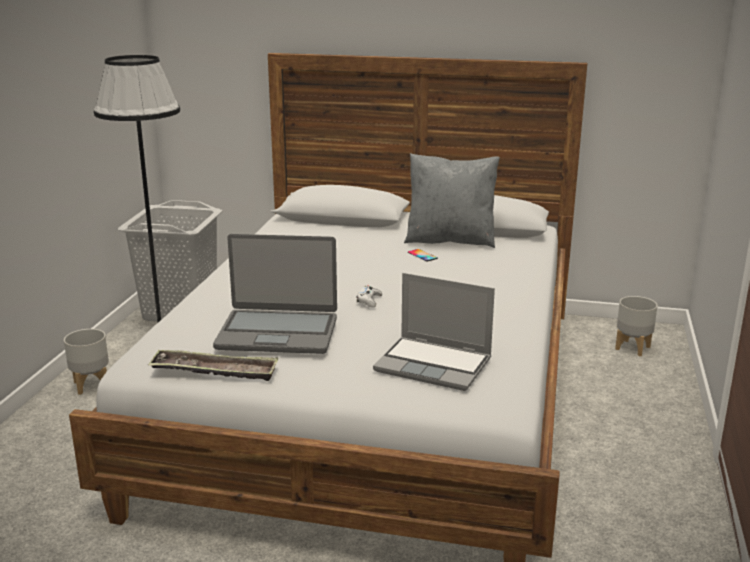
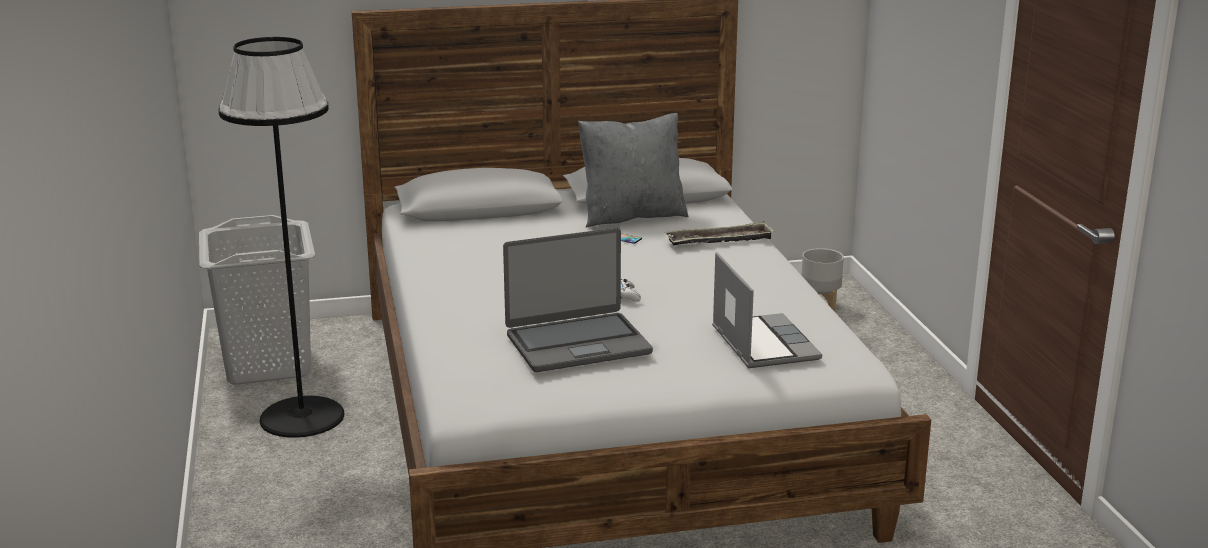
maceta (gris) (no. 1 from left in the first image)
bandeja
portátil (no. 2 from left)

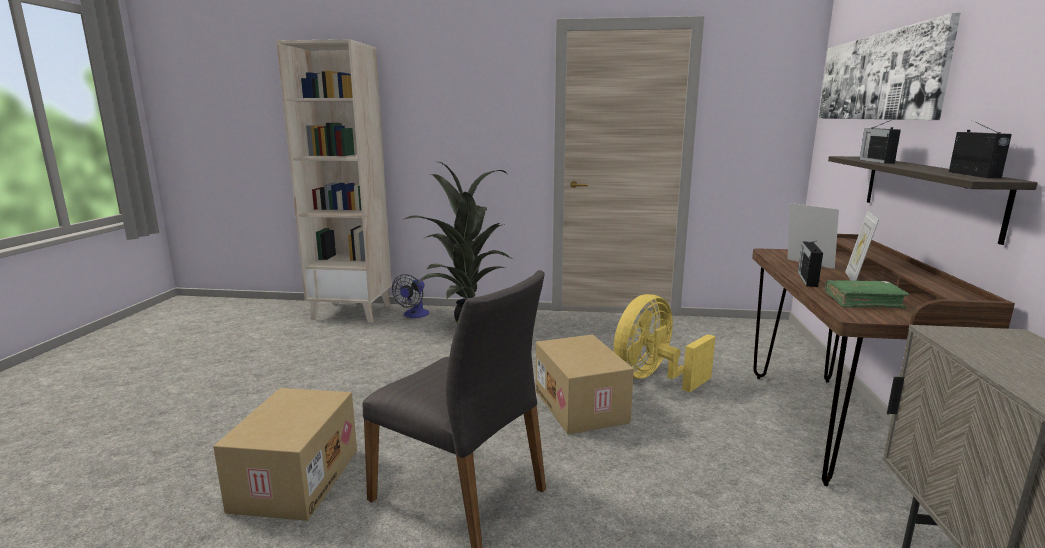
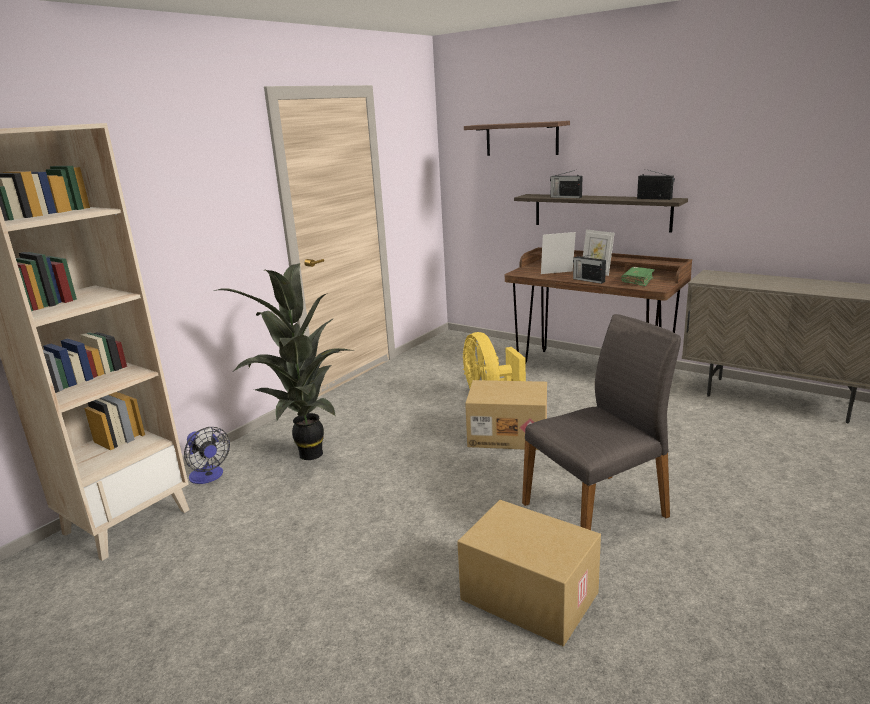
estante (no. 1 from left)

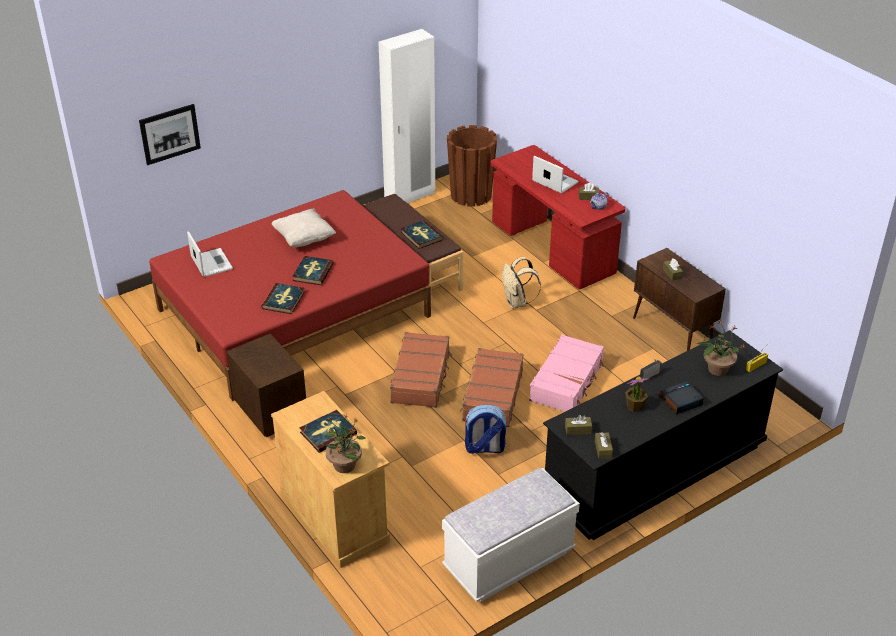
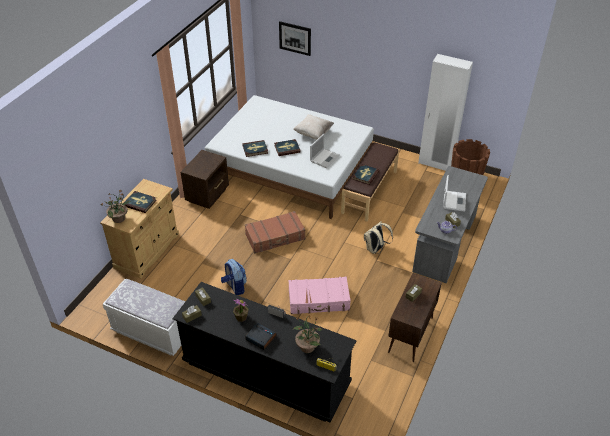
maleta (marrón) (no. 2 from left in the first image)
portátil (no. 1 from left)
cama (blanco)
escritorio (gris)

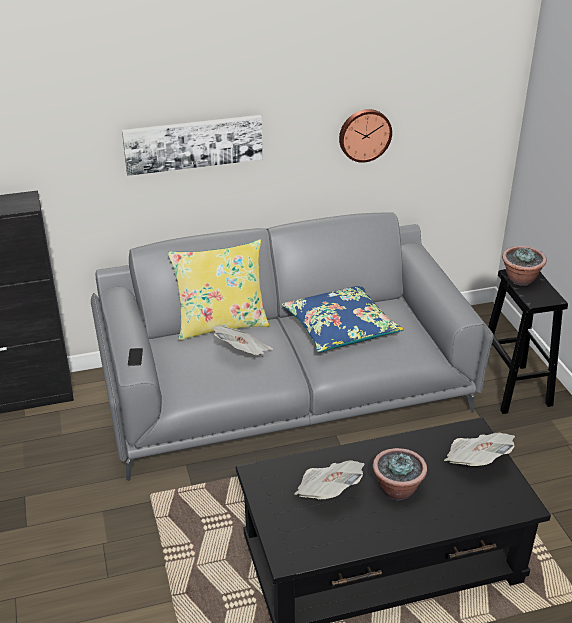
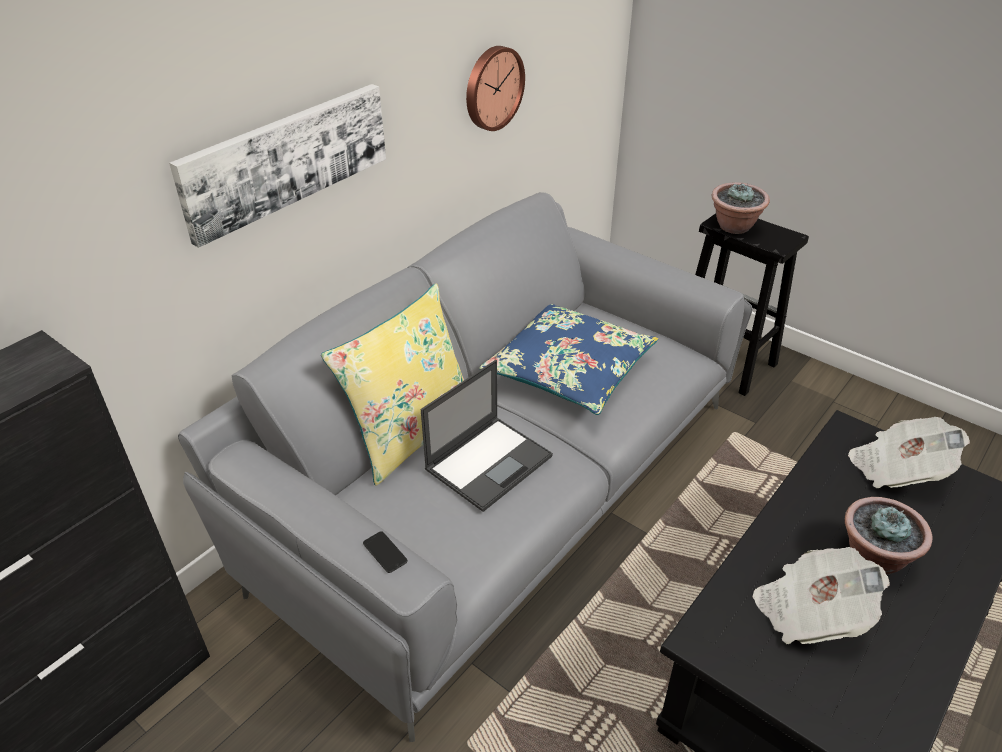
portátil

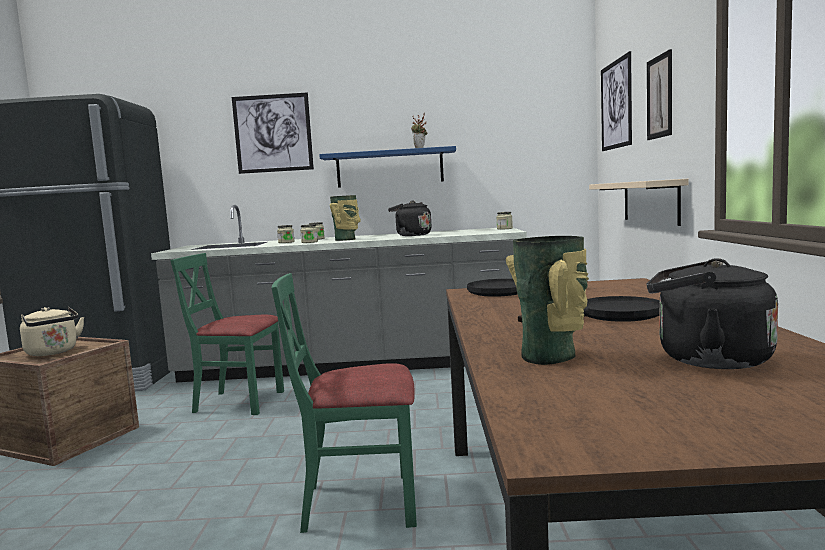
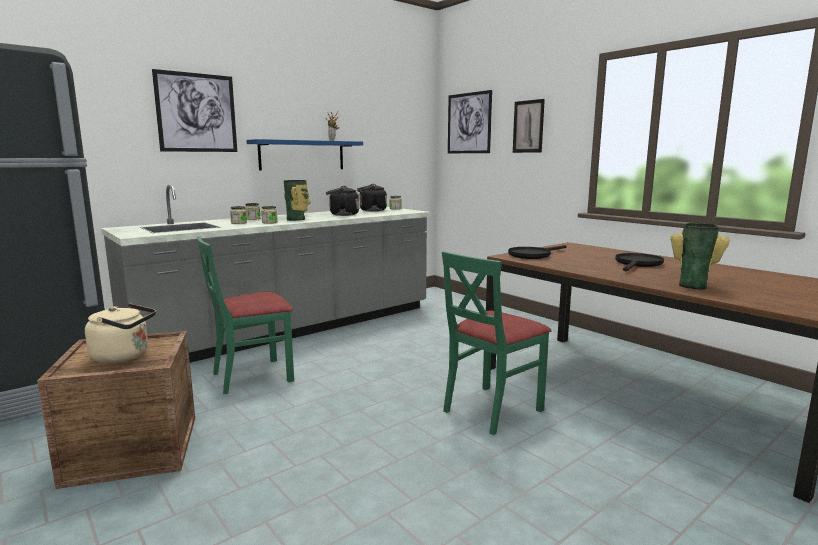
estante (beis)
hervidor (negro) (no. 2 from left)

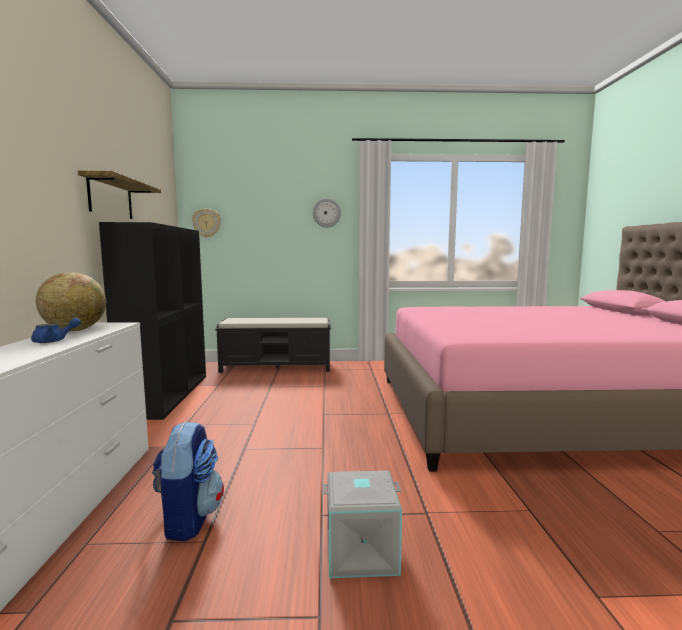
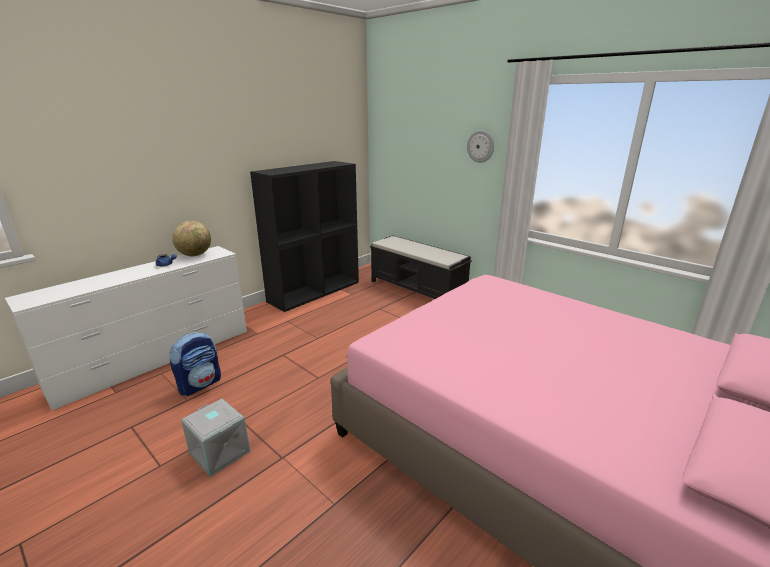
estante
reloj de pared (no. 1 from left in the first image)

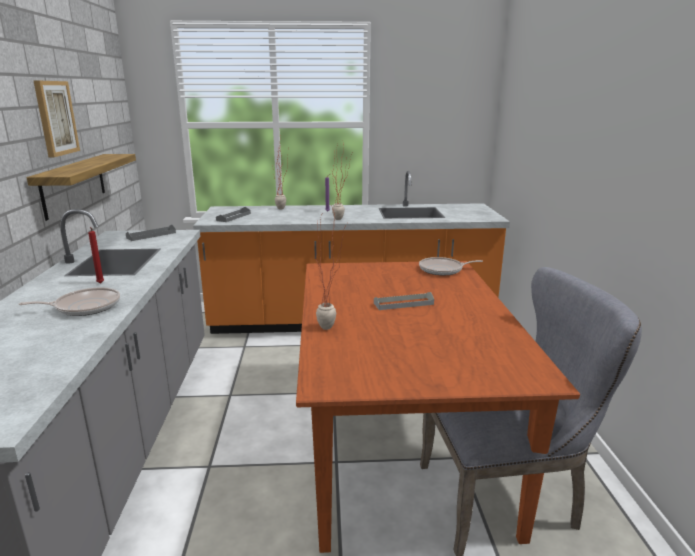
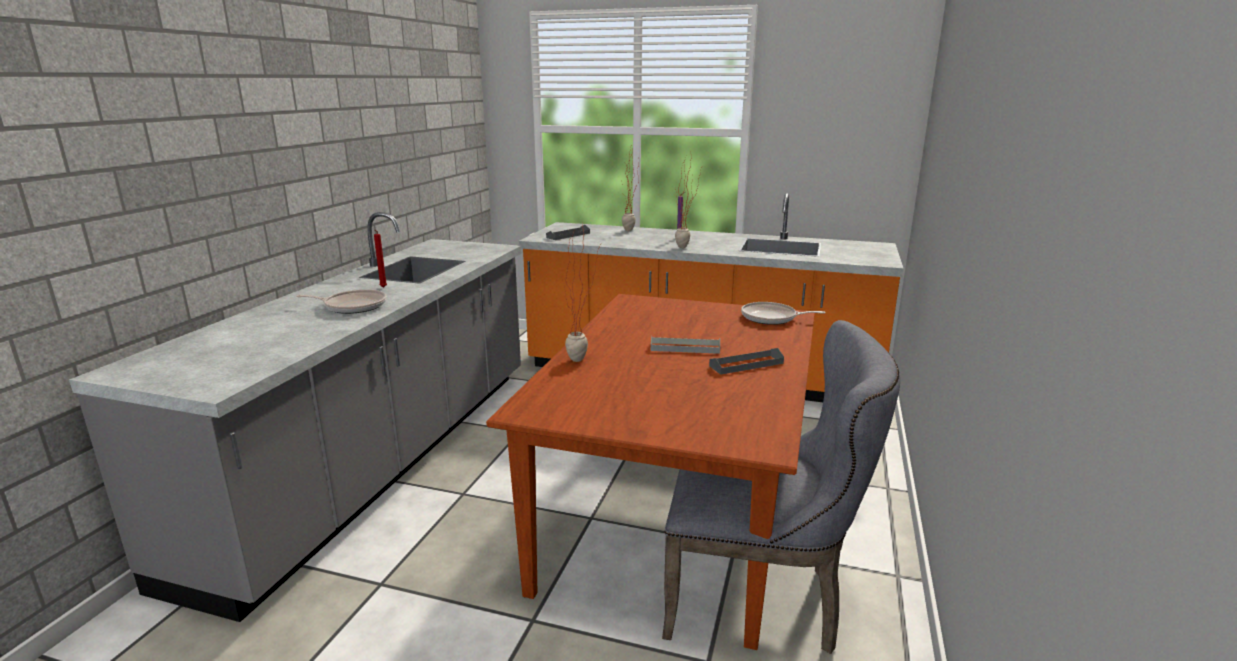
estante
cuadro
bandeja (gris) (no. 3 from left)

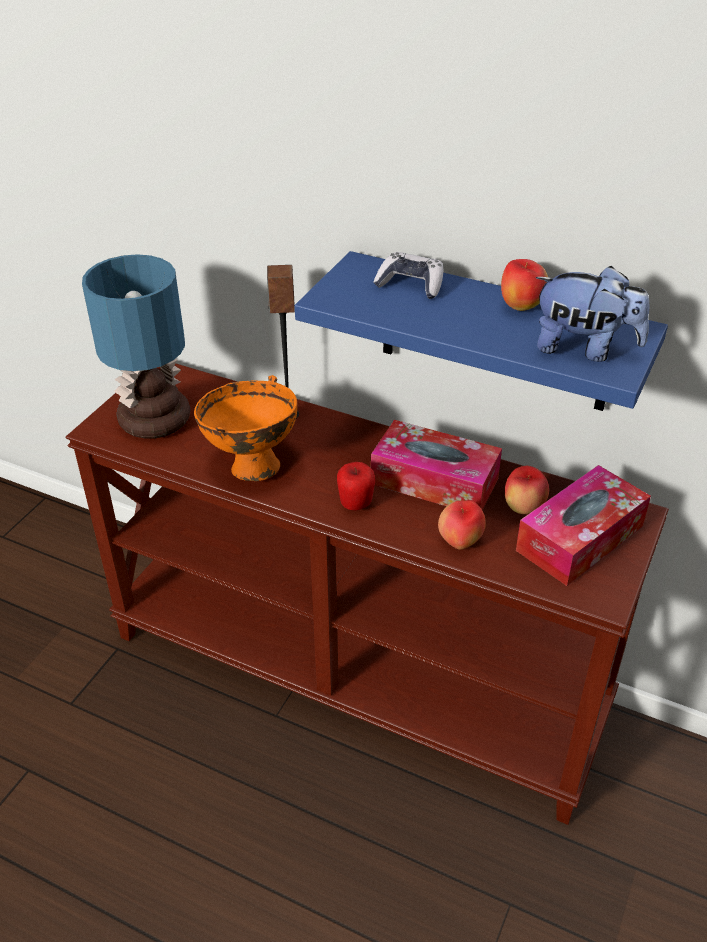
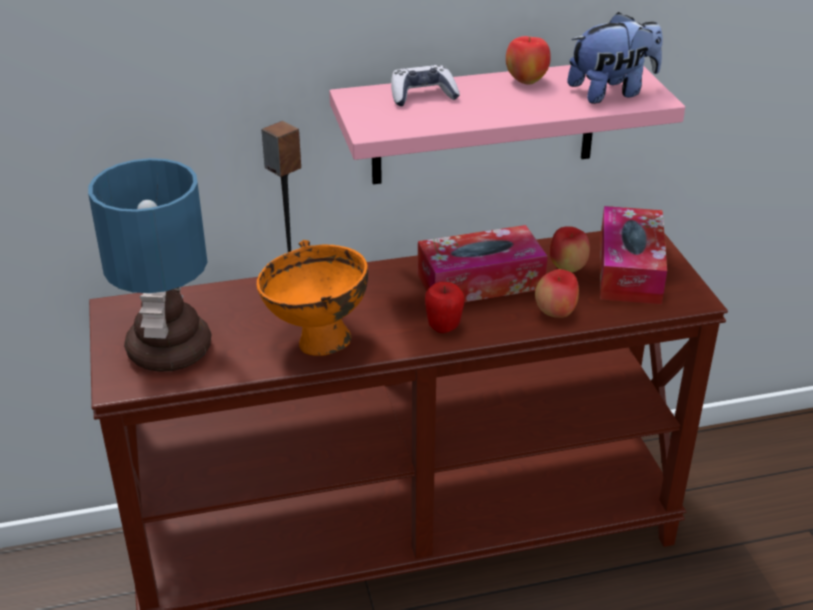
estante (rosa)

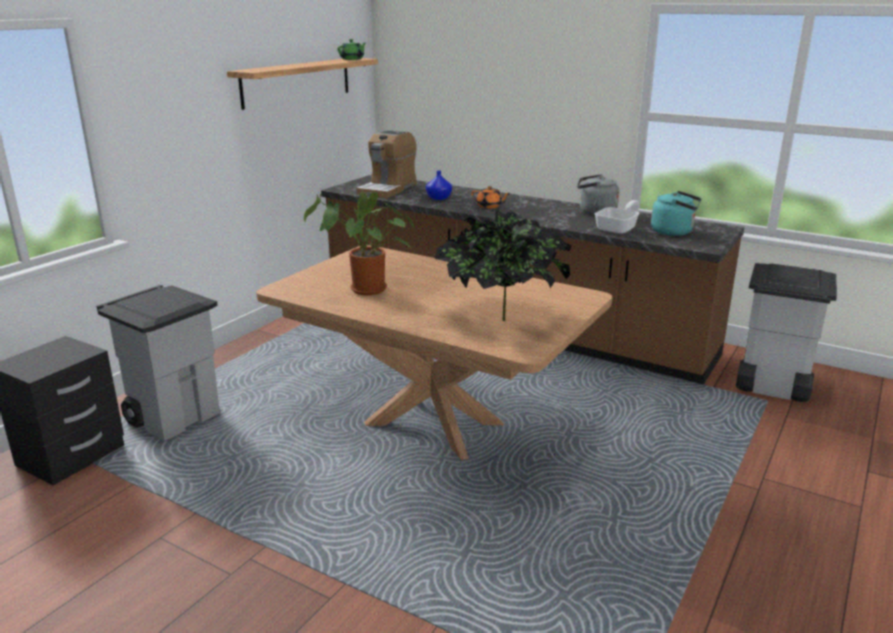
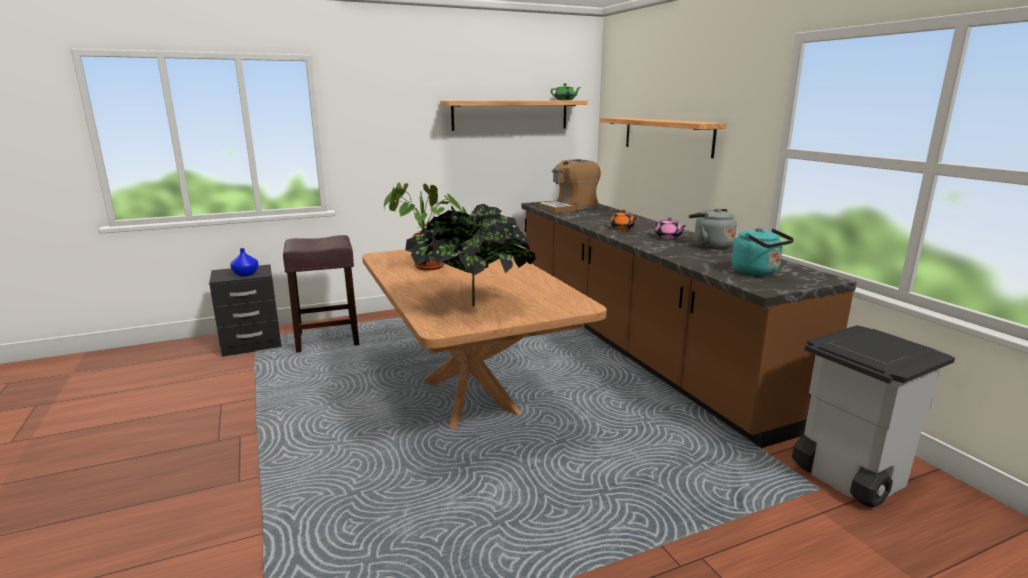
sartén
estante (no. 2 from left)
tetera (rosa)
florero (azul)
taburete (marrón)

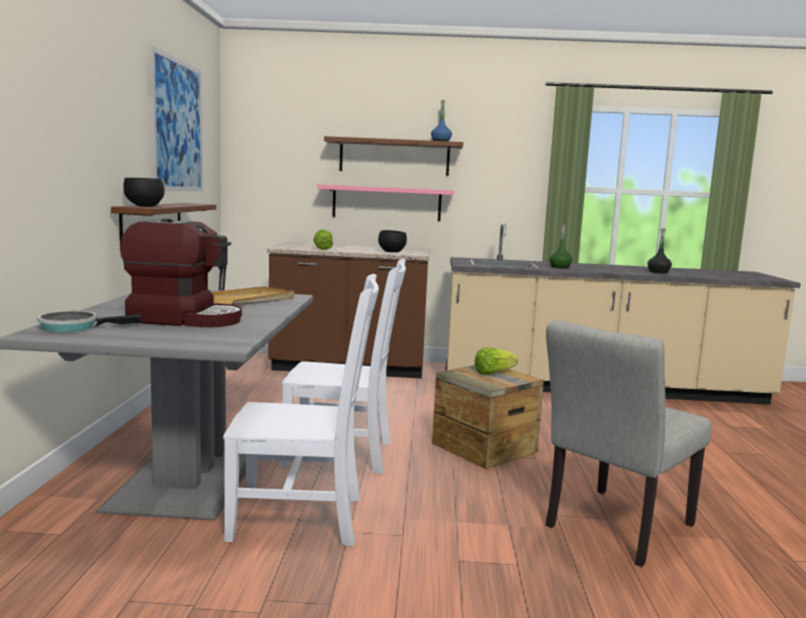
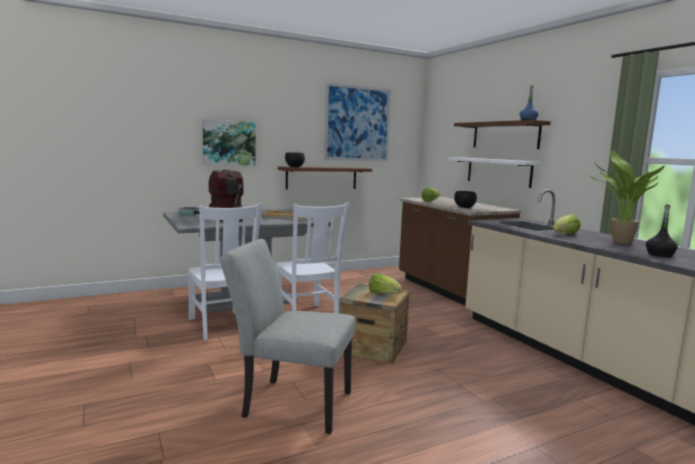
cuadro (no. 1 from left)
planta en maceta
lechuga (no. 3 from left)
estante (blanco)

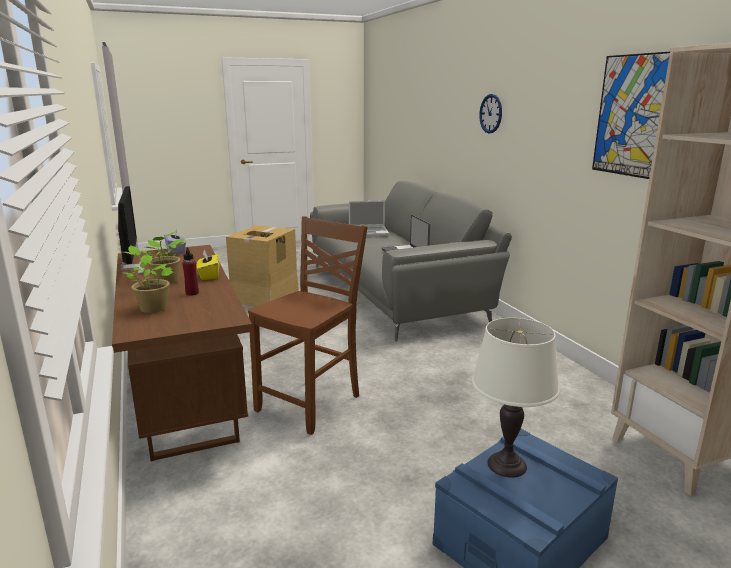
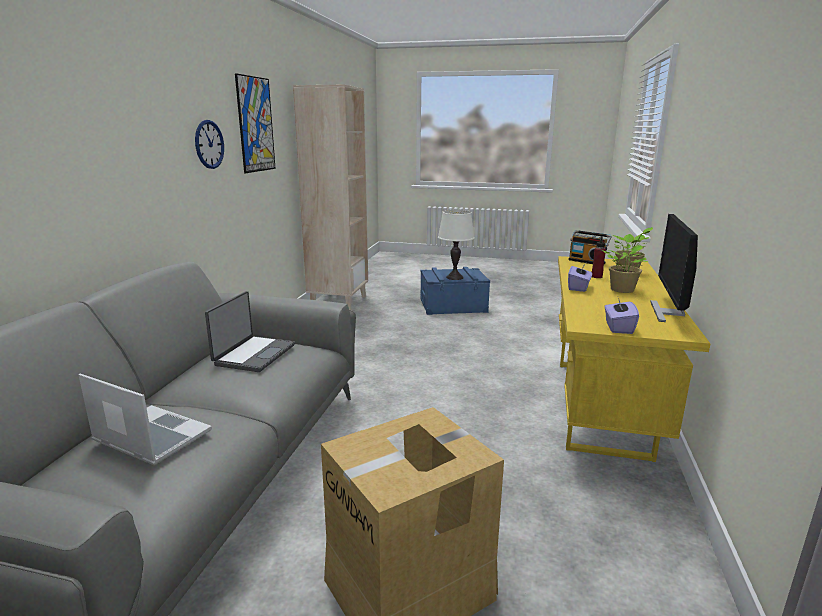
silla (marrón)
radio
reloj de pared
escritorio (amarillo)
caja de pañuelos (morado) (no. 1 from left)

